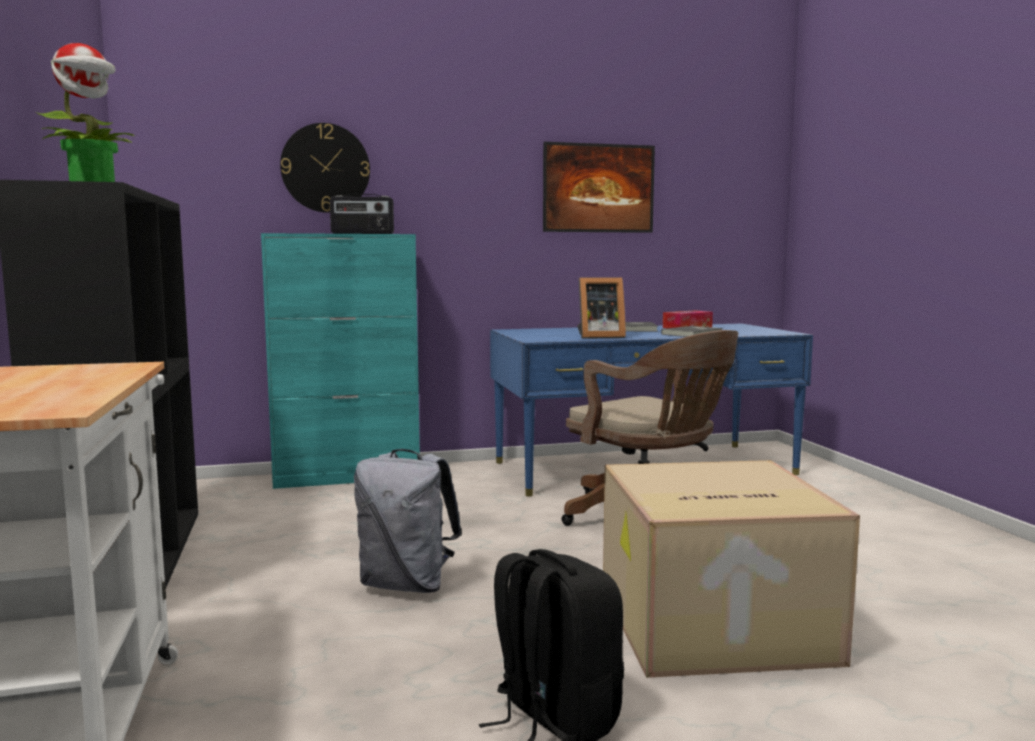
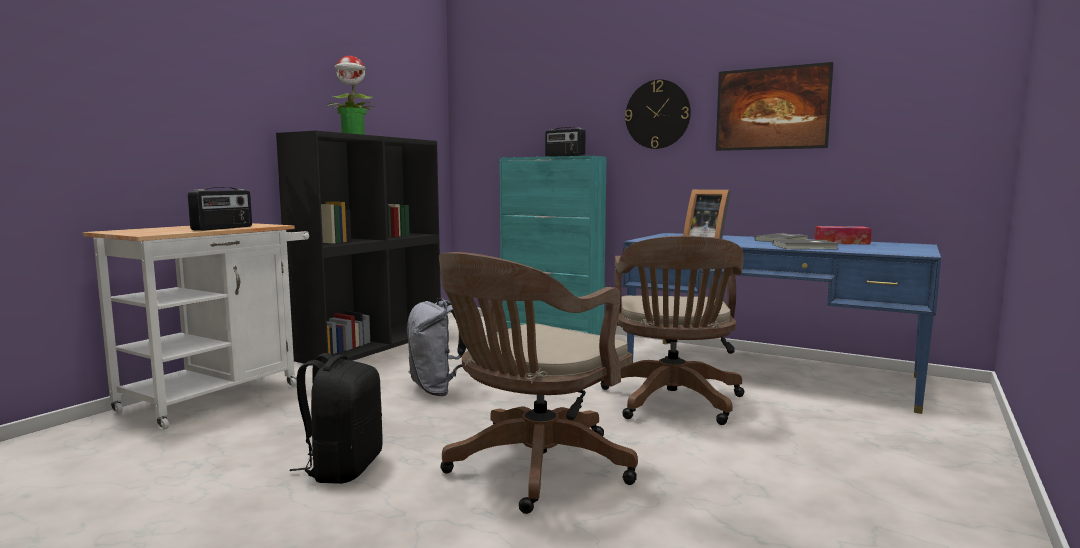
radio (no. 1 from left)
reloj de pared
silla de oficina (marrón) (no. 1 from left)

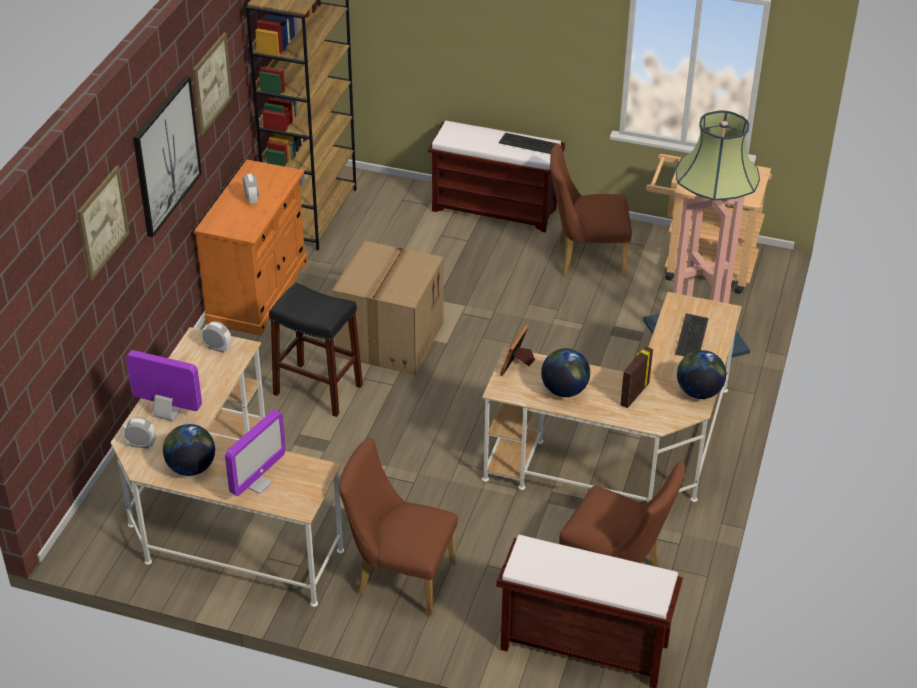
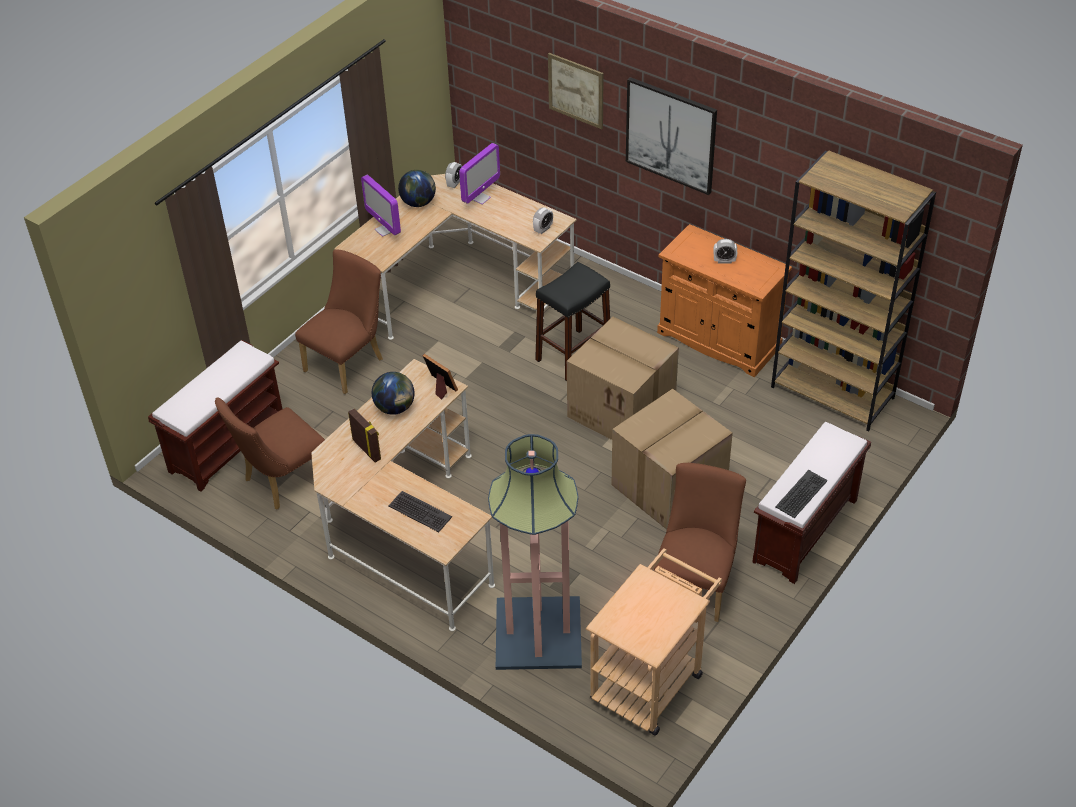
cuadro (no. 3 from left in the first image)
globo terráqueo (no. 3 from left in the first image)
caja de cartón (no. 2 from left)

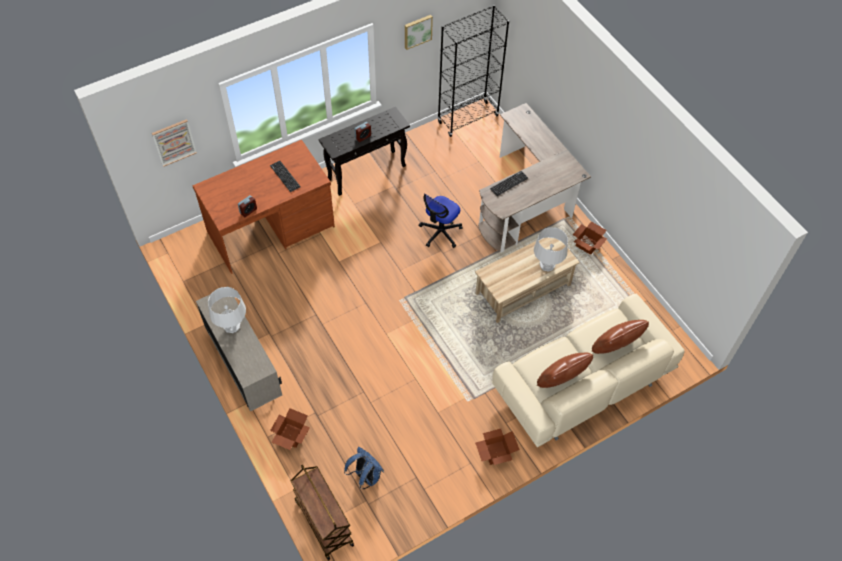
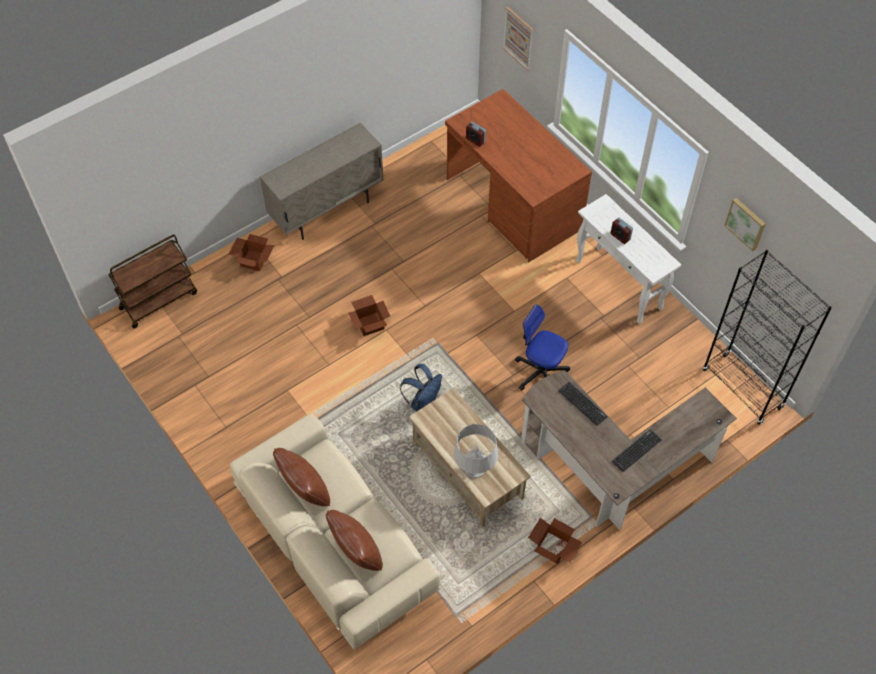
lámpara de mesa (gris) (no. 1 from left in the first image)
teclado (no. 2 from left)
mochila (azul)
caja de cartón (no. 2 from left)
mesa consola (blanco)

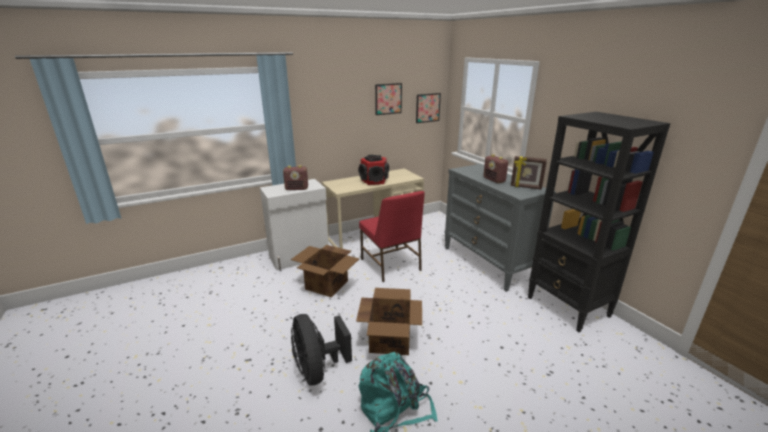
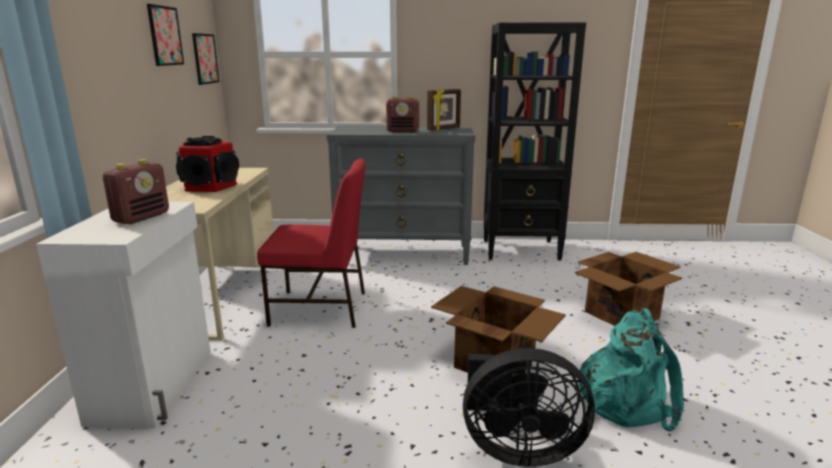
caja de cartón (no. 2 from left)

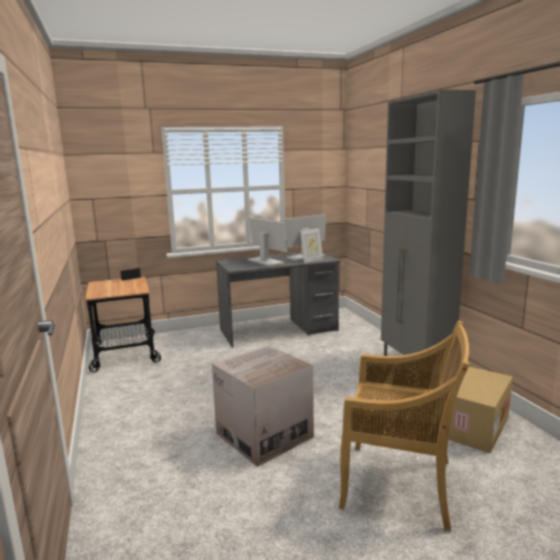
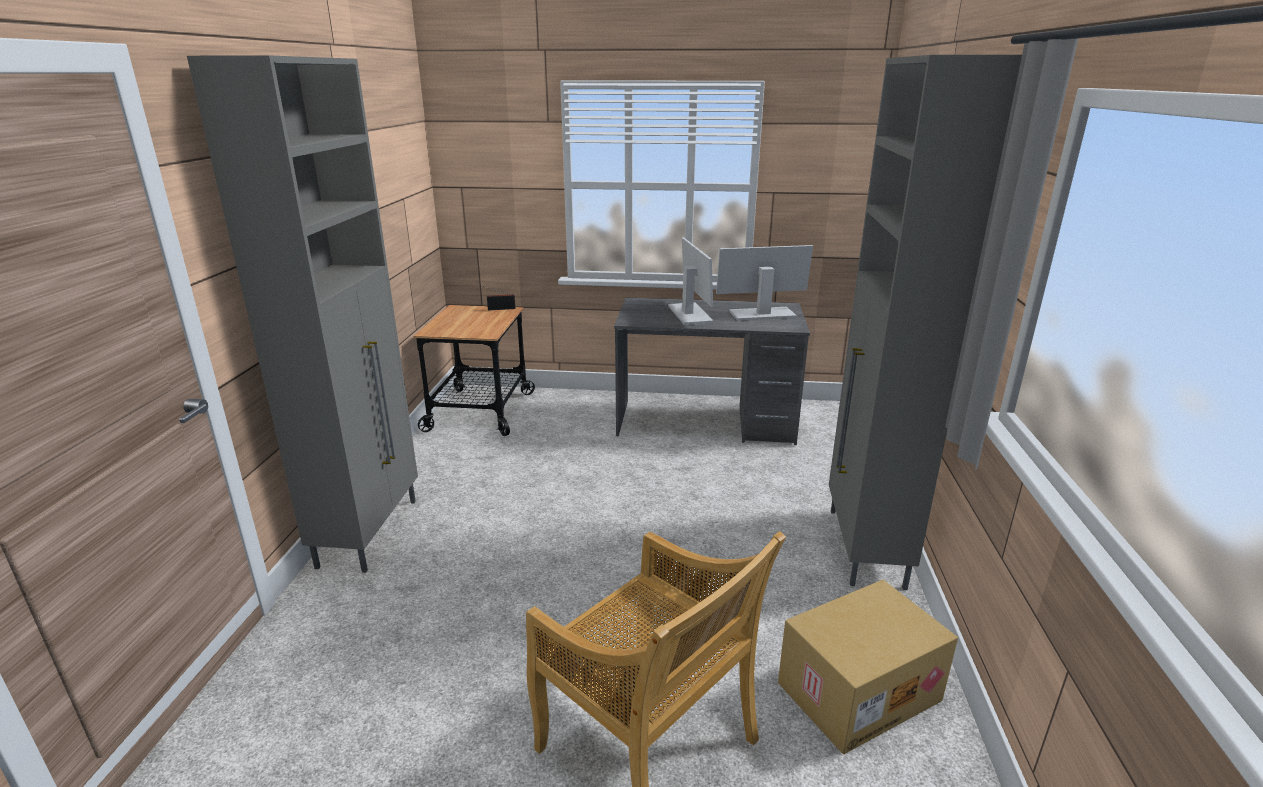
caja de cartón (no. 1 from left in the first image)
portarretratos
armario (gris) (no. 1 from left)

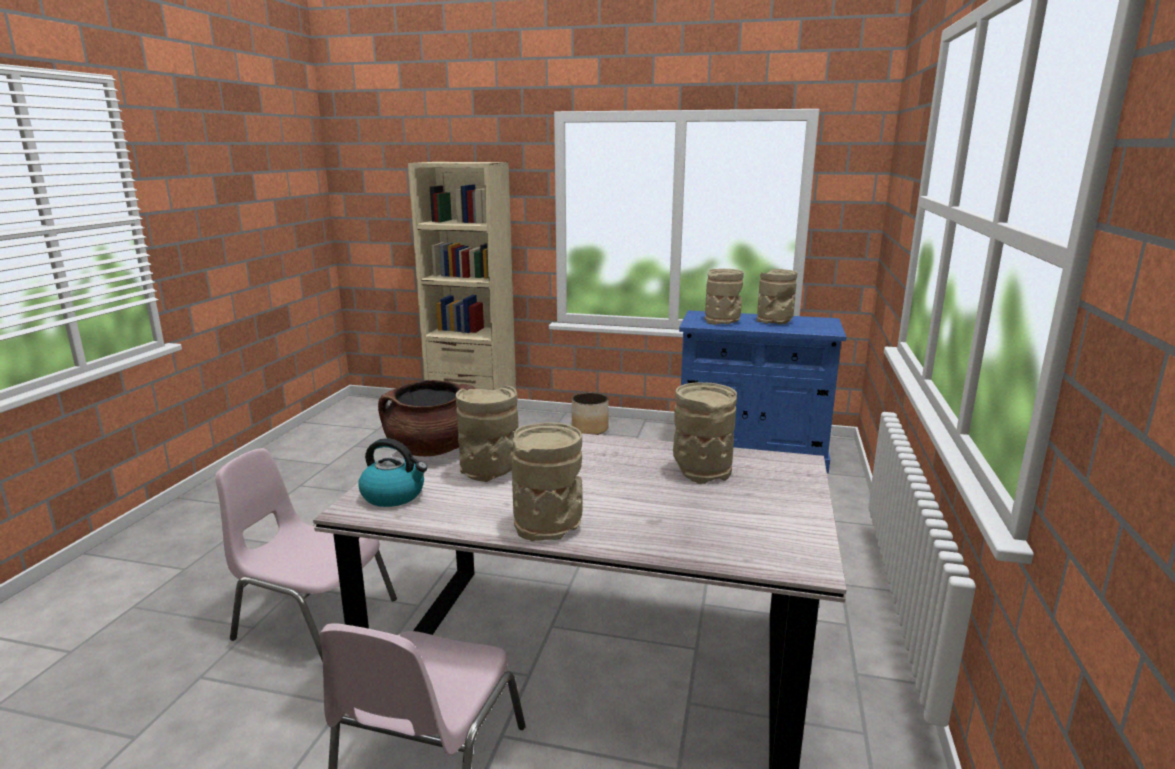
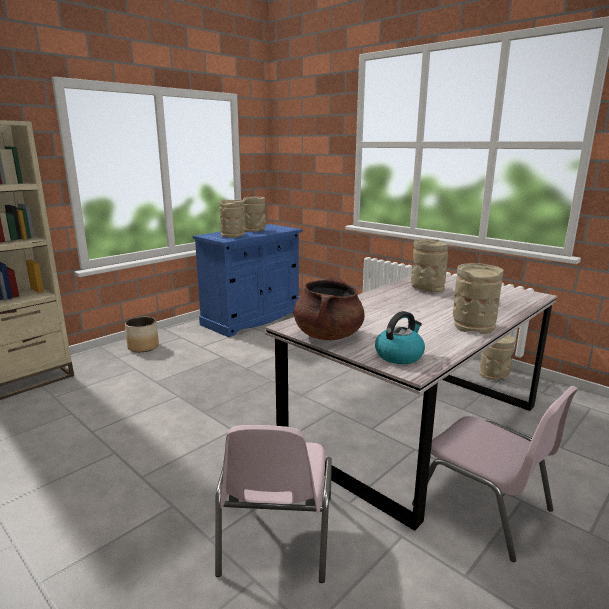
florero (beis) (no. 5 from left)
silla (rosa) (no. 1 from left)

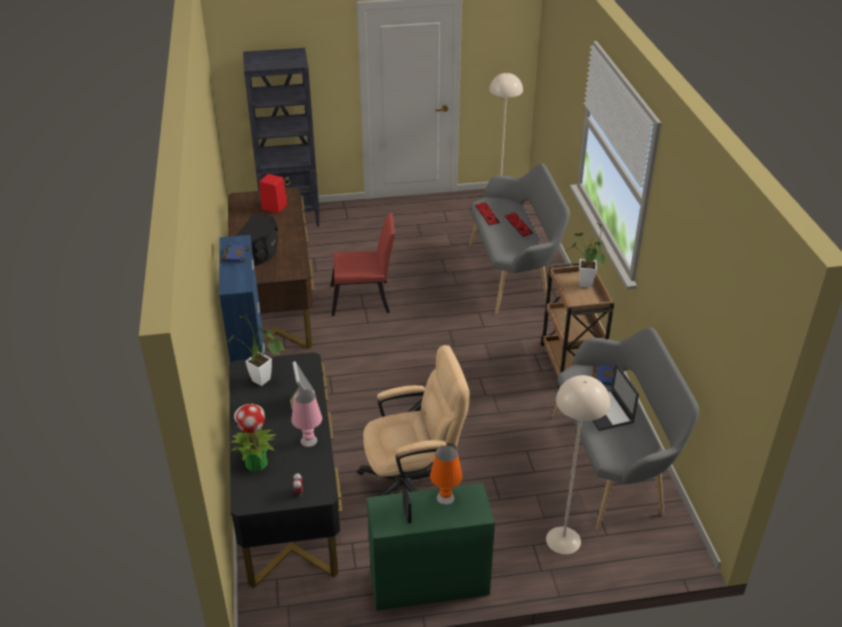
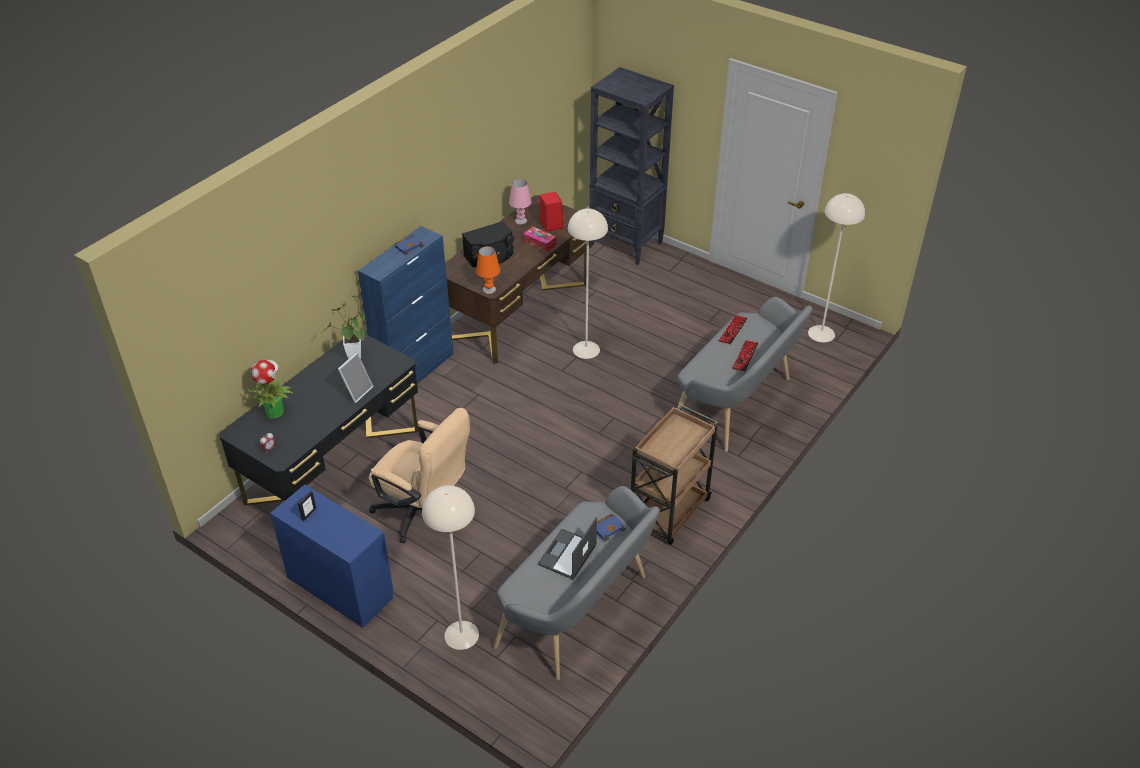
planta en maceta (no. 3 from left in the first image)
caja de pañuelos
lámpara de mesa (rosa)
lámpara de mesa (naranja)
lámpara de pie (beis) (no. 2 from left)
cómoda (azul)

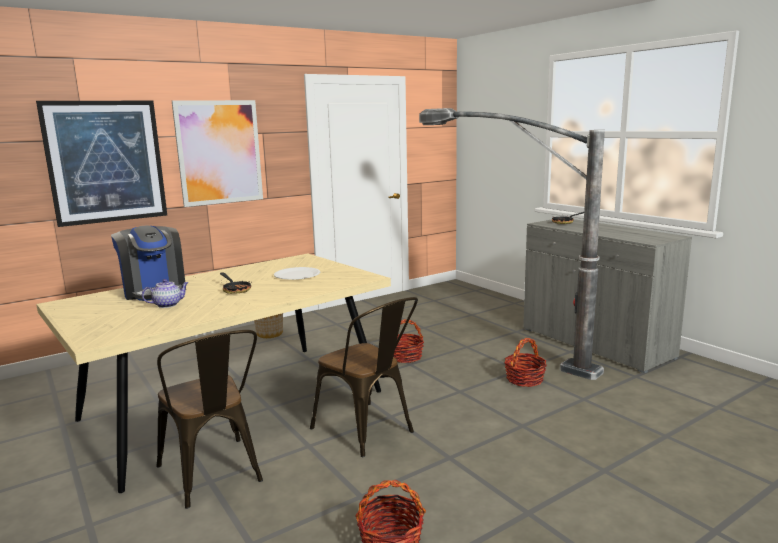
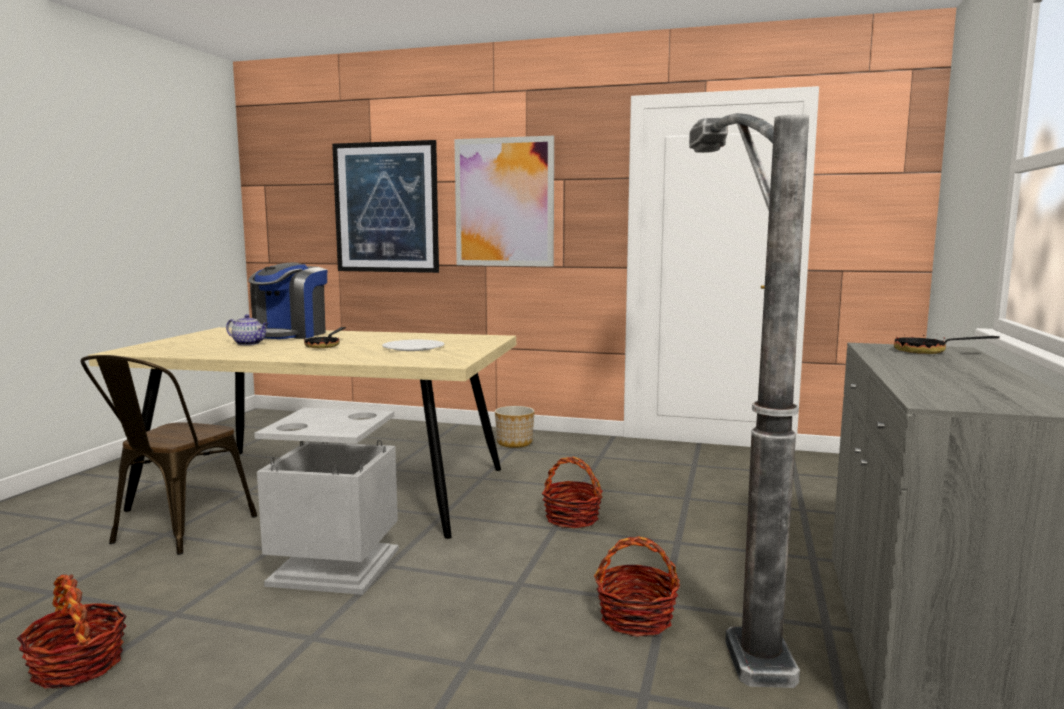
papelera (gris)

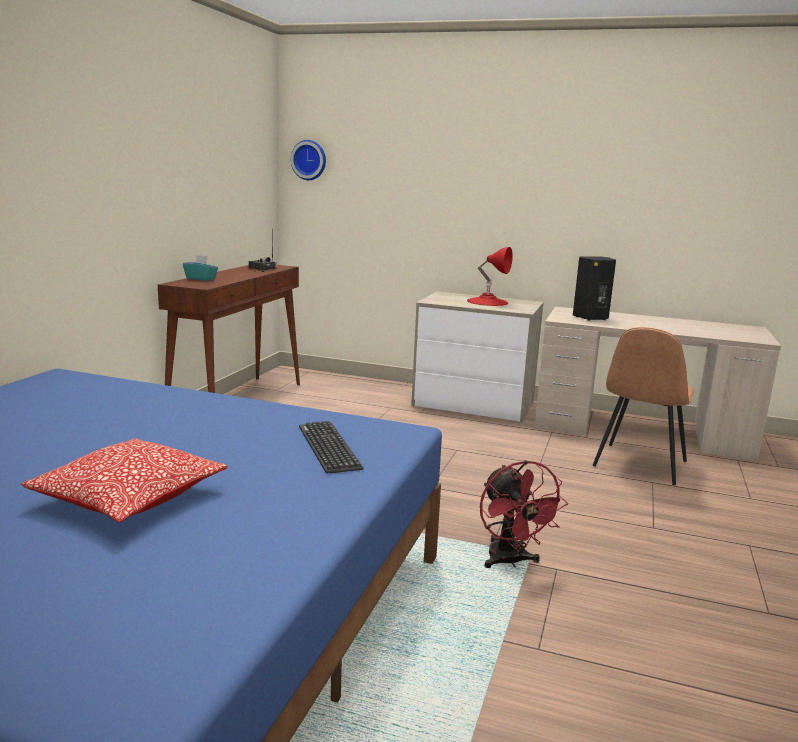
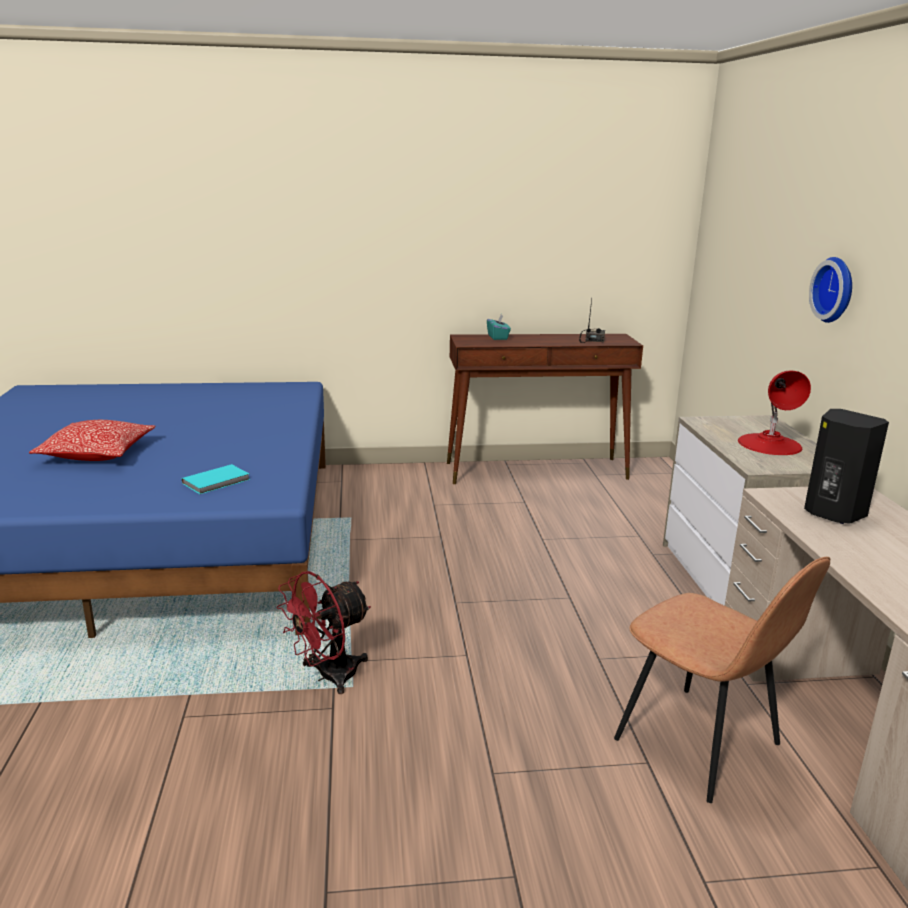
reloj de pared
libro (turquesa)
silla (marrón)

